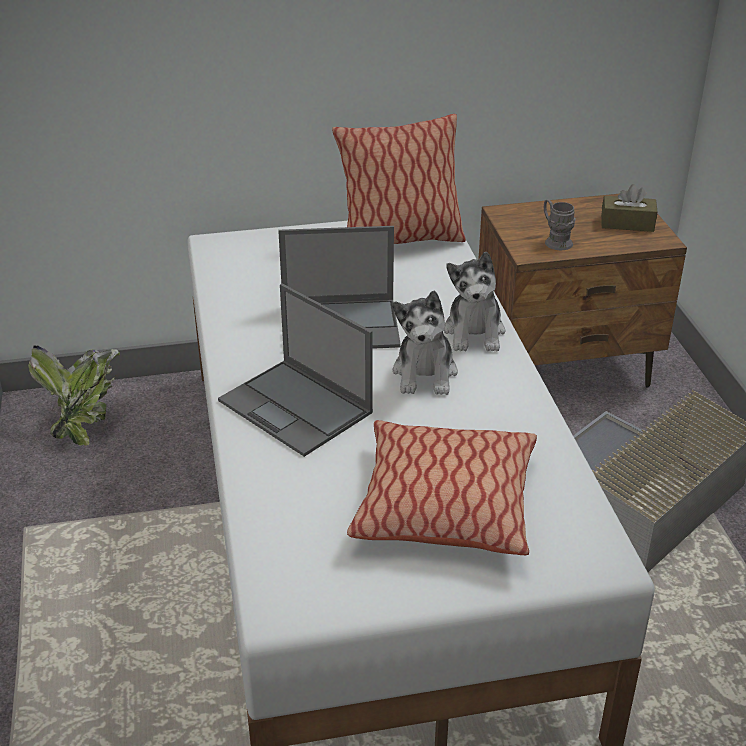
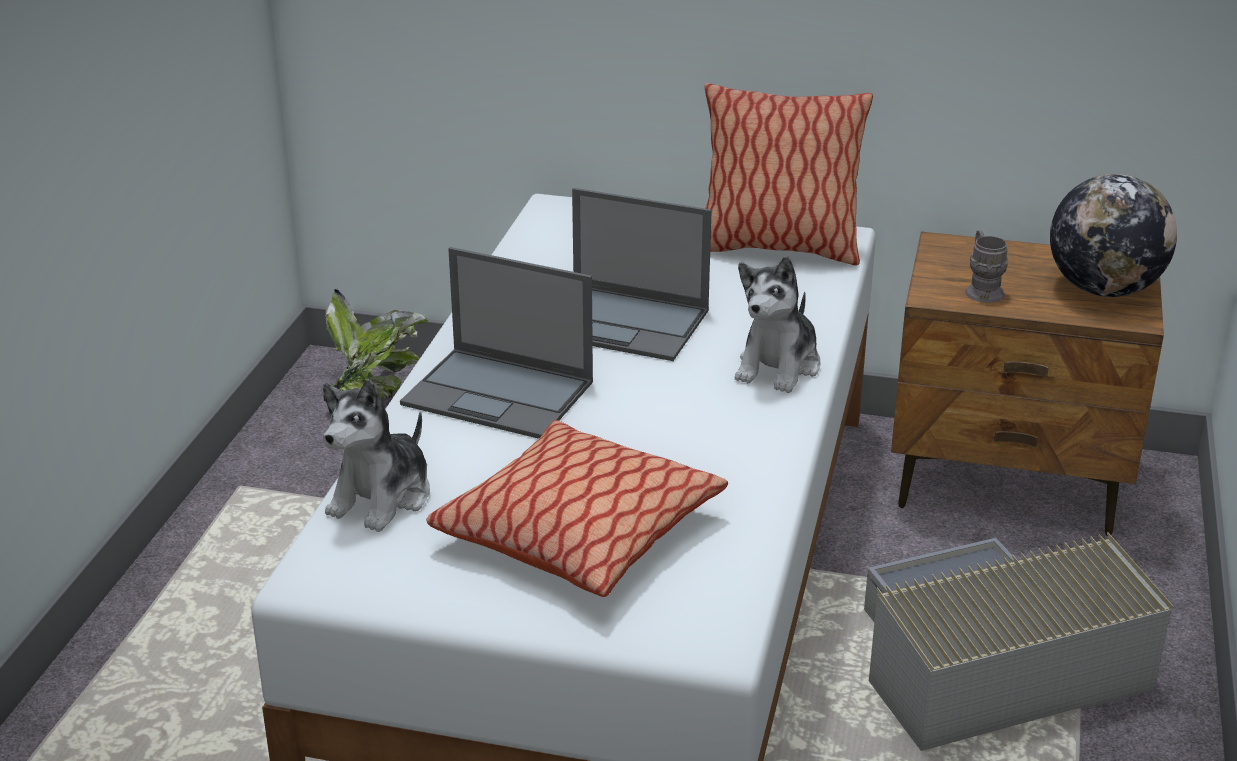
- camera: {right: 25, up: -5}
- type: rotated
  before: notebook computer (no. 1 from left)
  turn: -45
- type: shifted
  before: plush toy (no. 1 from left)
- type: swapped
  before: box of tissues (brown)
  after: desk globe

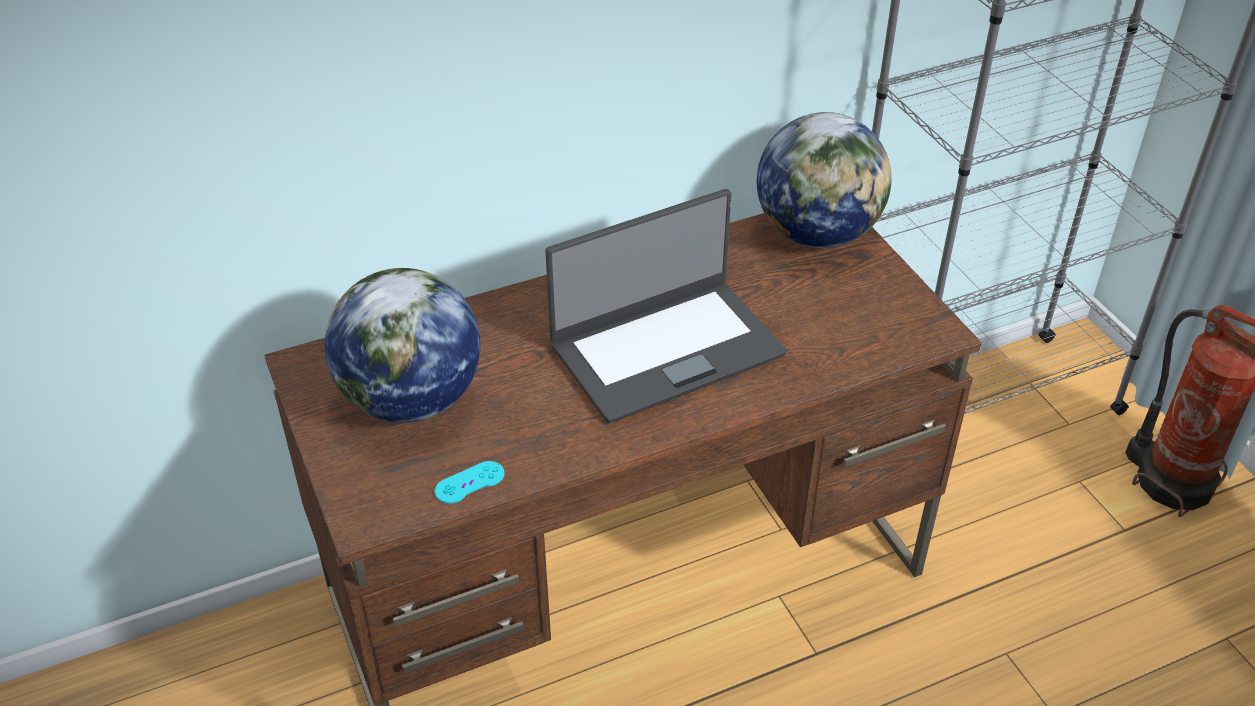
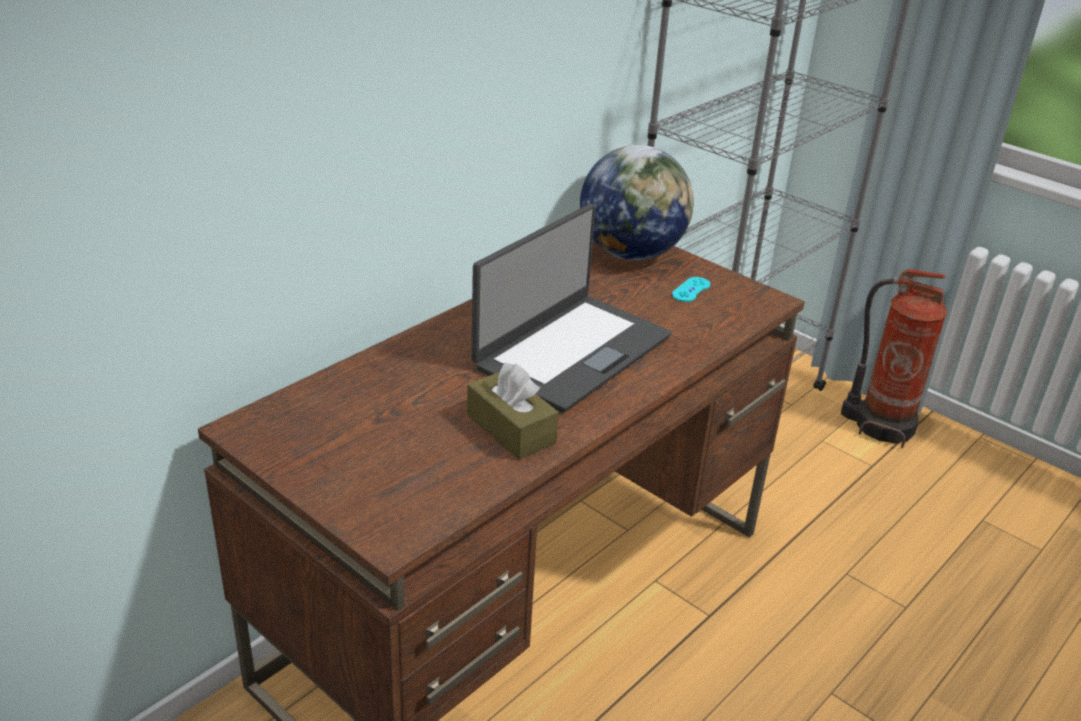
- camera: {right: -25, up: -10}
- type: gone
  before: desk globe (no. 1 from left)
- type: shifted
  before: game controller (blue-green)
- type: new
  after: box of tissues (brown)

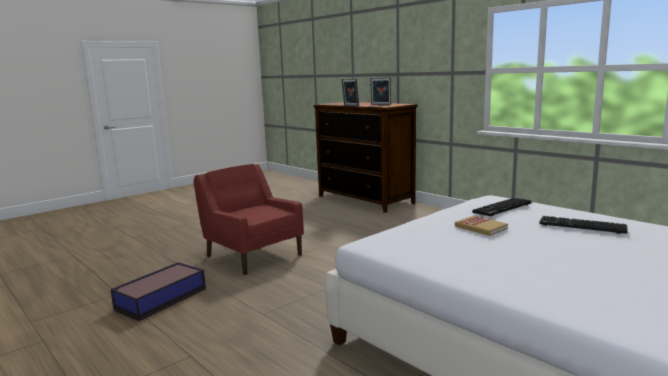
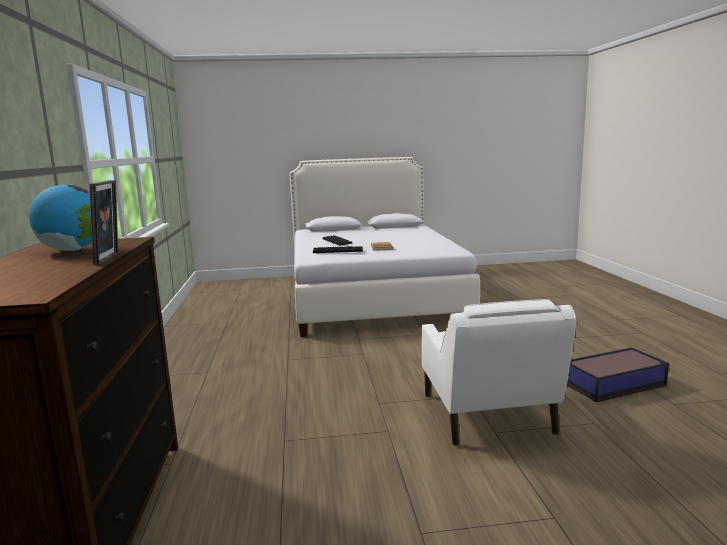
- camera: {right: -145, up: 0}
- type: repainted
  before: lounge chair (reddish)
  after: lounge chair (white-coloured)
- type: swapped
  before: standing frame (no. 2 from left)
  after: desk globe

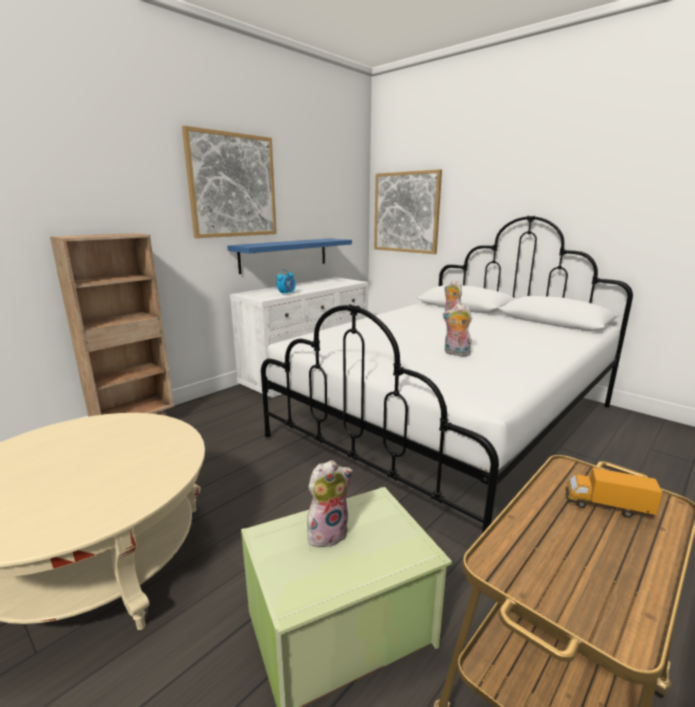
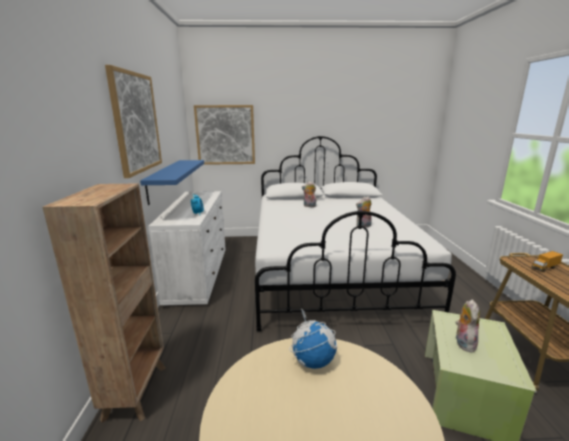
- camera: {right: -45, up: 0}
- type: new
  after: desk globe

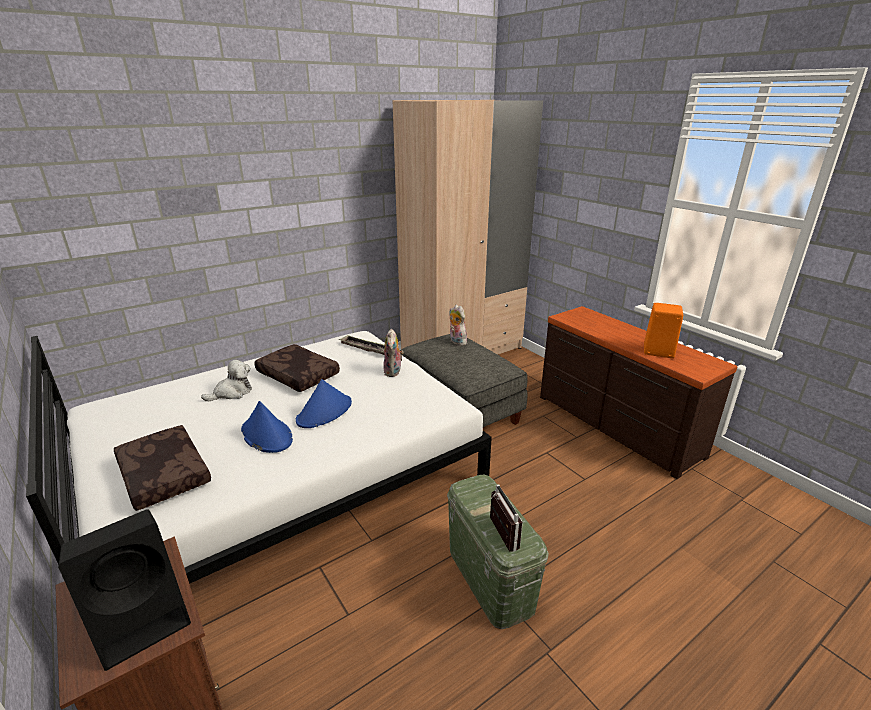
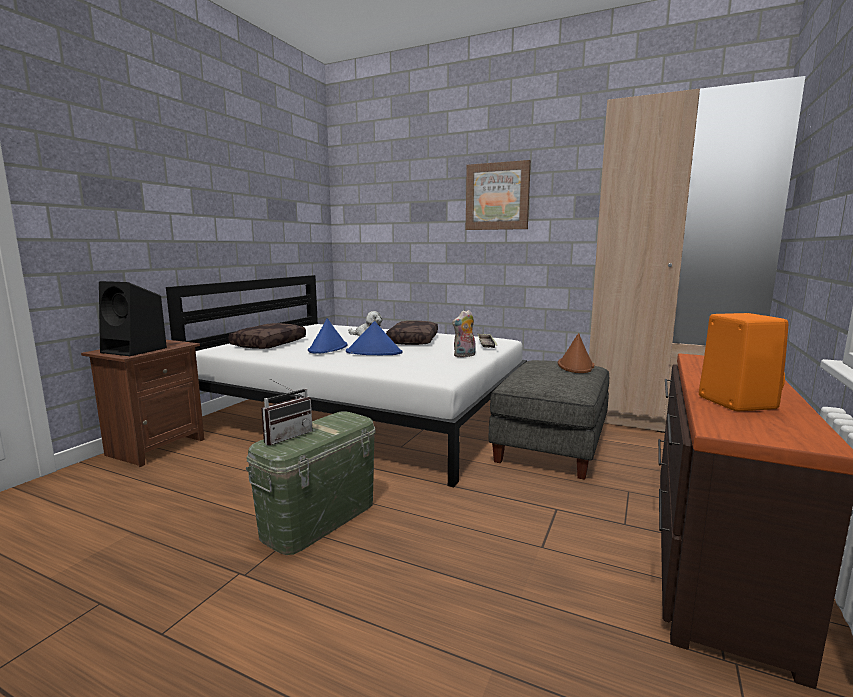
- camera: {right: 60, up: -15}
- type: swapped
  before: plush toy (no. 3 from left)
  after: hat (brown)
- type: new
  after: picture

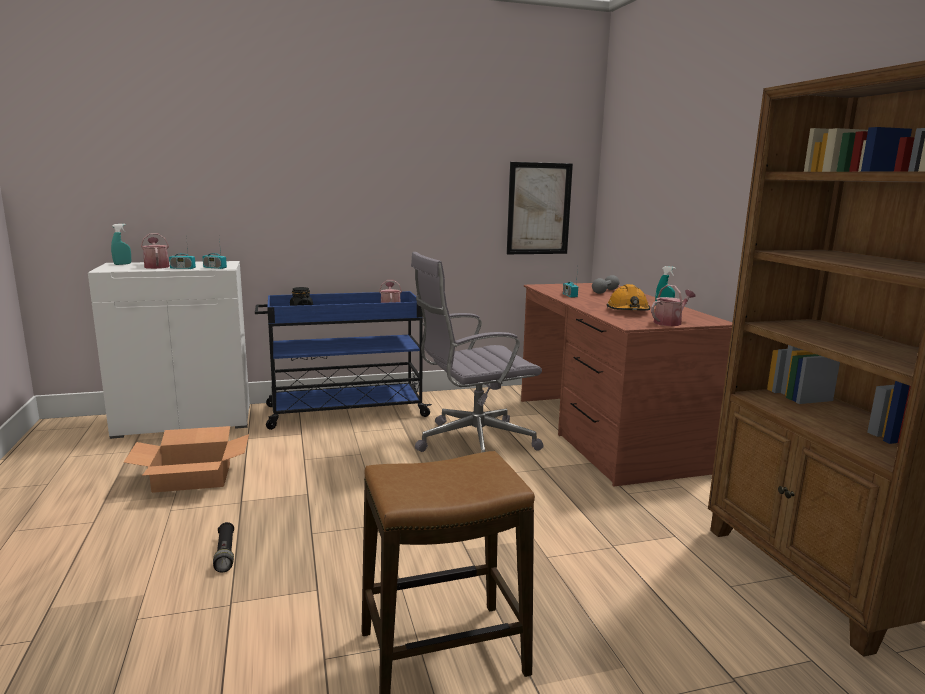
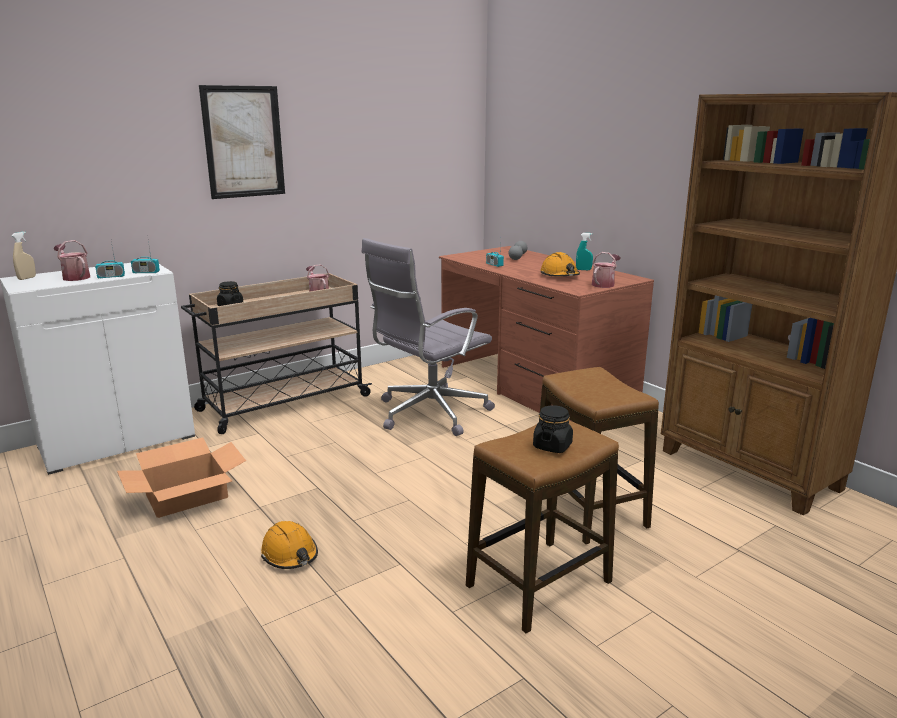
- camera: {right: -20, up: 5}
- type: repainted
  before: sprayer (blue-green) (no. 1 from left)
  after: sprayer (beige-coloured)
- type: swapped
  before: torch (blackish)
  after: hard hat (orange) (no. 1 from left)
- type: repainted
  before: trolley (blue-coloured)
  after: trolley (beige-coloured)
- type: shifted
  before: picture
- type: new
  after: preserve jar (blackish) (no. 2 from left)
- type: new
  after: sitting stool (no. 2 from left)

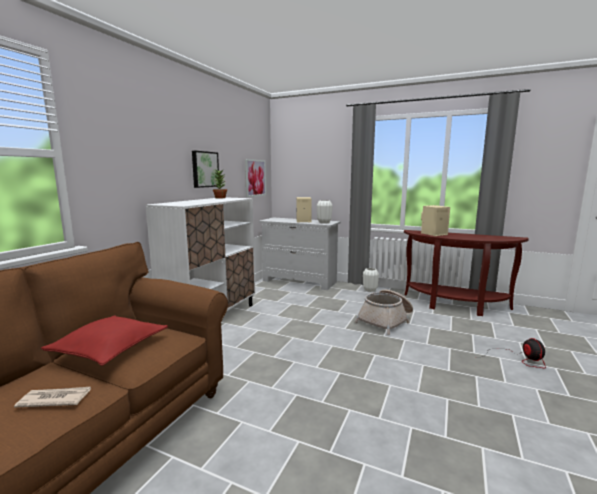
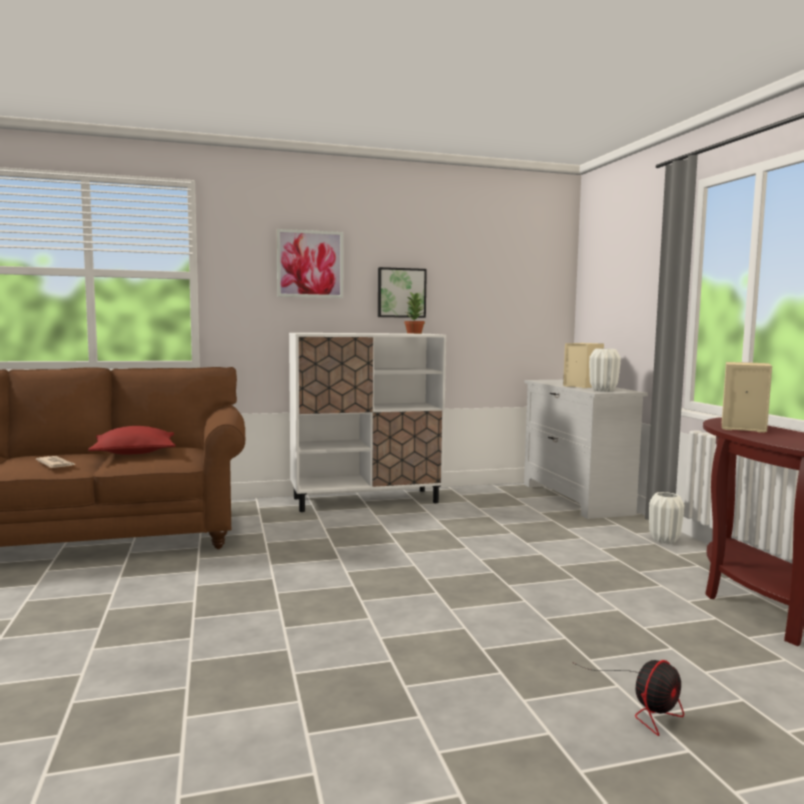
- camera: {right: 50, up: -5}
- type: shifted
  before: picture (no. 2 from left in the first image)
  after: picture (no. 1 from left)
- type: gone
  before: basket

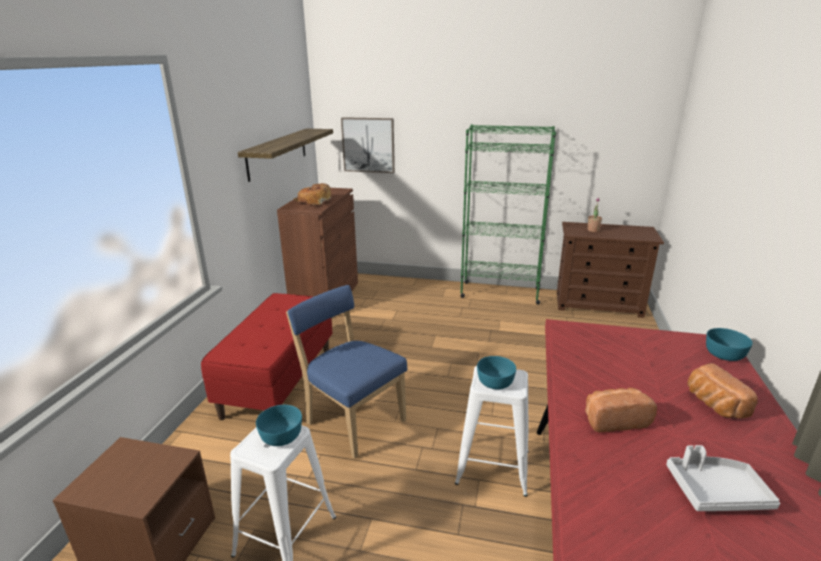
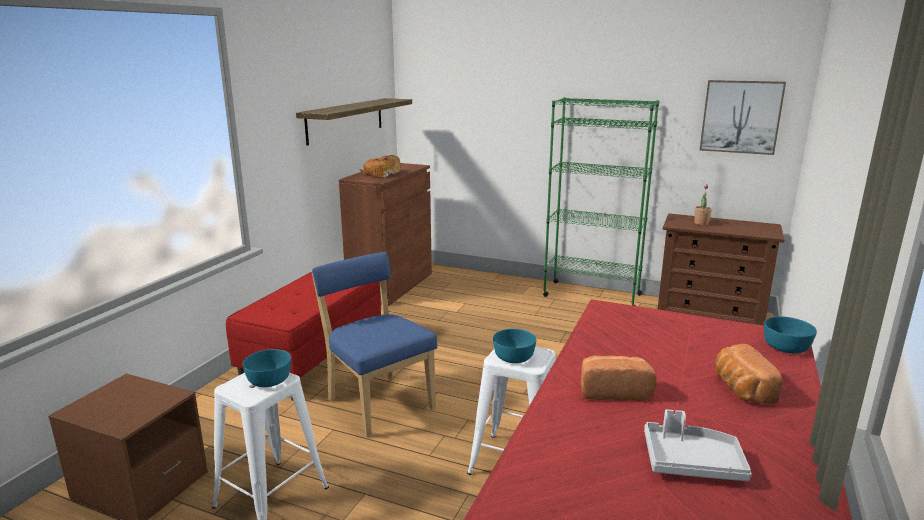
- camera: {right: 10, up: -5}
- type: shifted
  before: picture

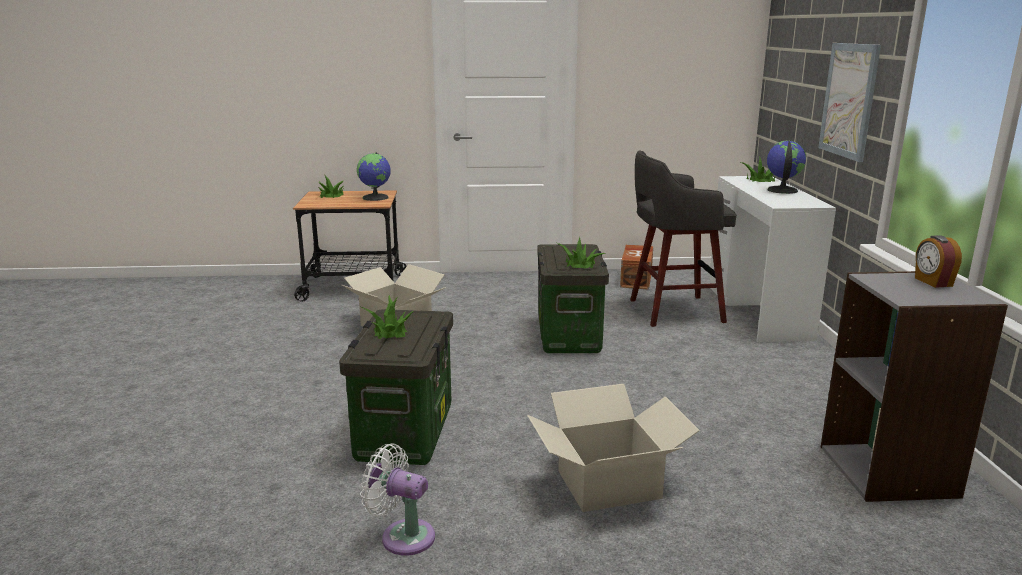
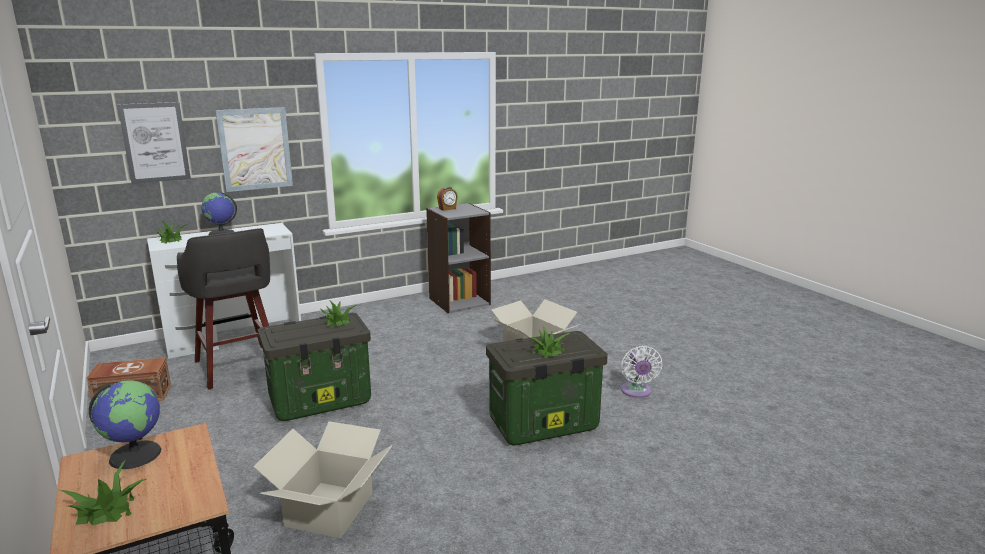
- camera: {right: -115, up: 0}
- type: new
  after: picture (no. 1 from left)

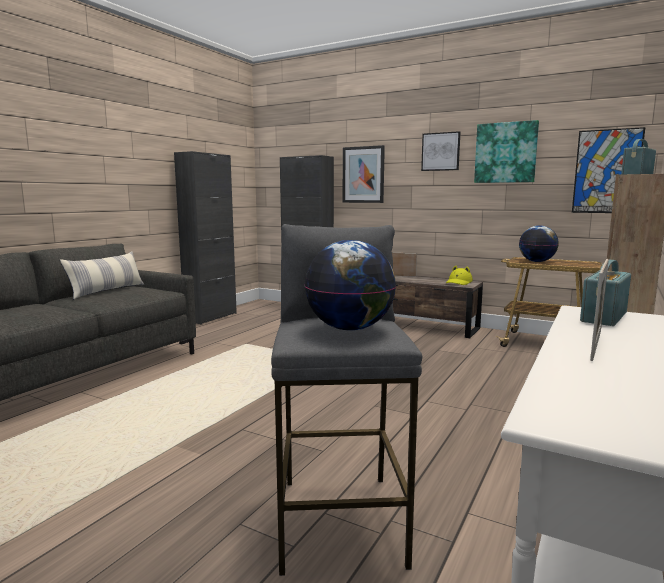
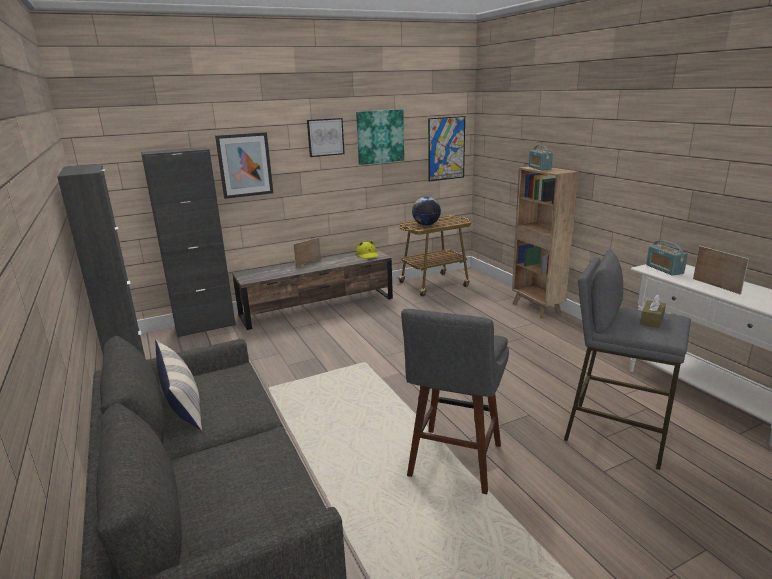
- camera: {right: -55, up: 10}
- type: swapped
  before: desk globe (no. 1 from left)
  after: box of tissues (brown)
- type: new
  after: sitting stool (greyish) (no. 1 from left)

